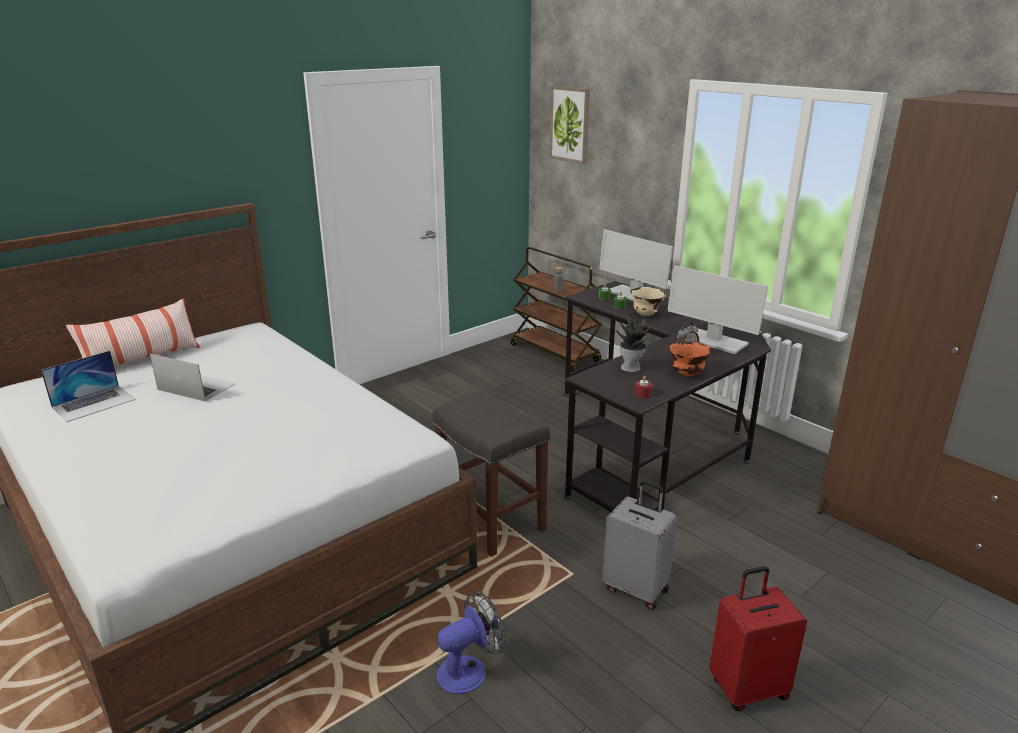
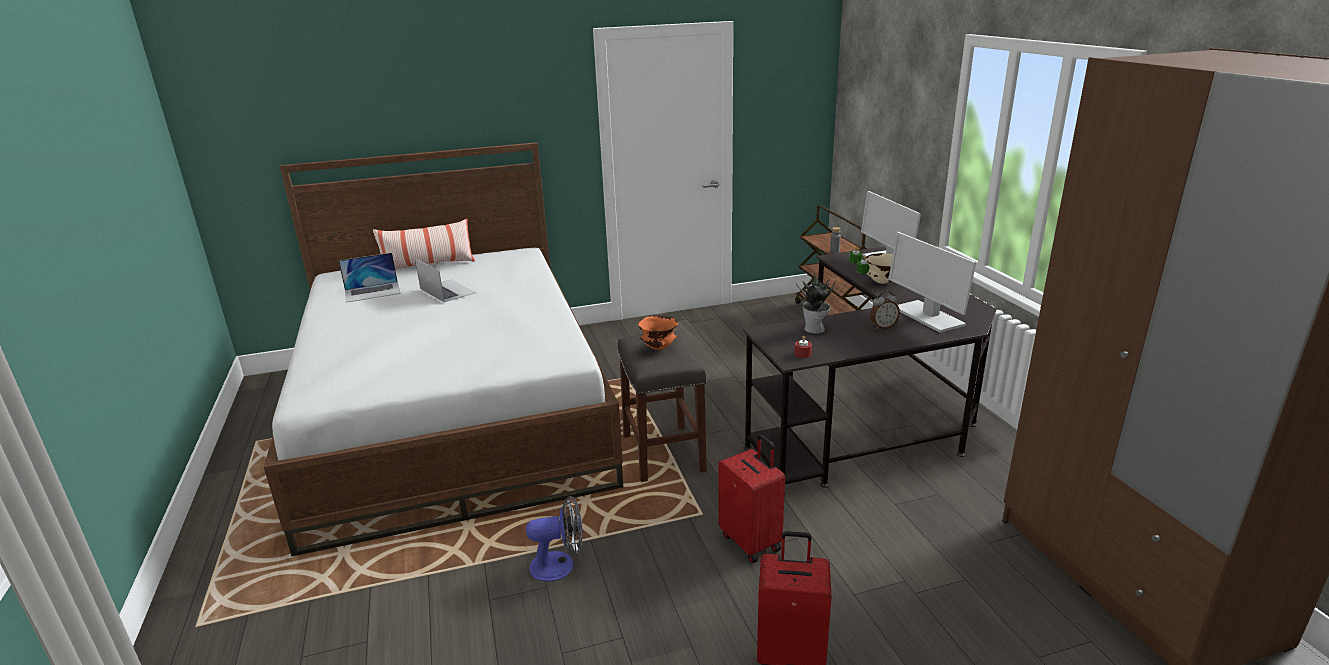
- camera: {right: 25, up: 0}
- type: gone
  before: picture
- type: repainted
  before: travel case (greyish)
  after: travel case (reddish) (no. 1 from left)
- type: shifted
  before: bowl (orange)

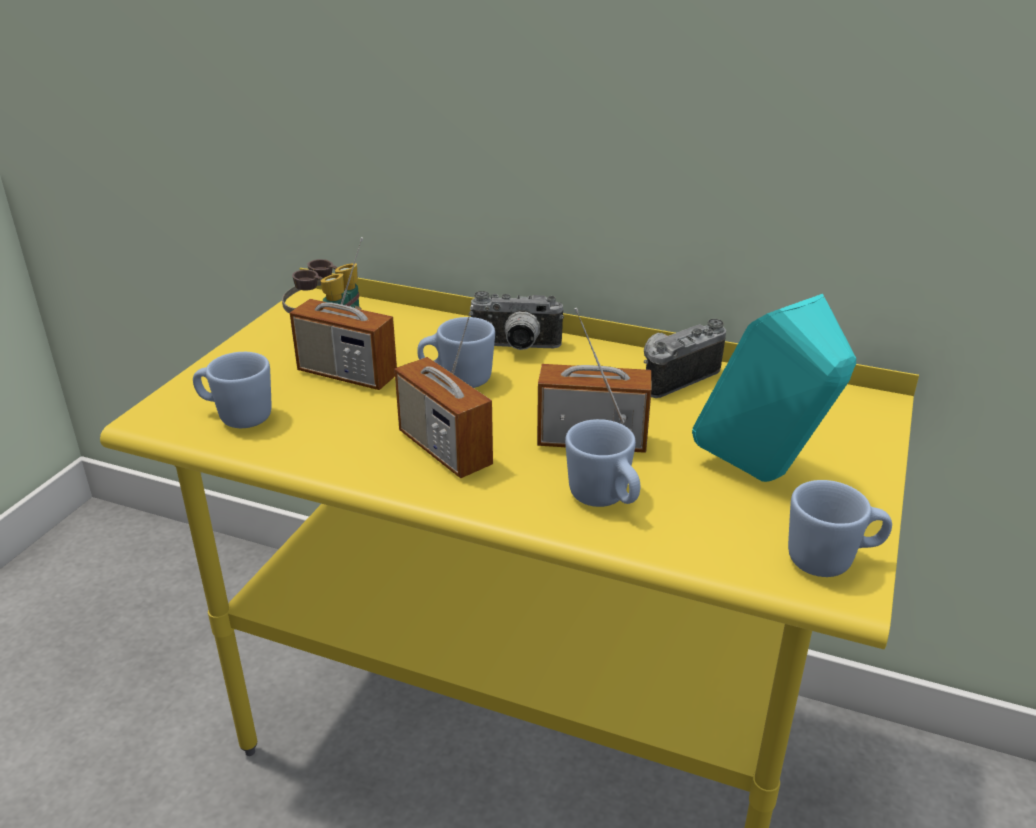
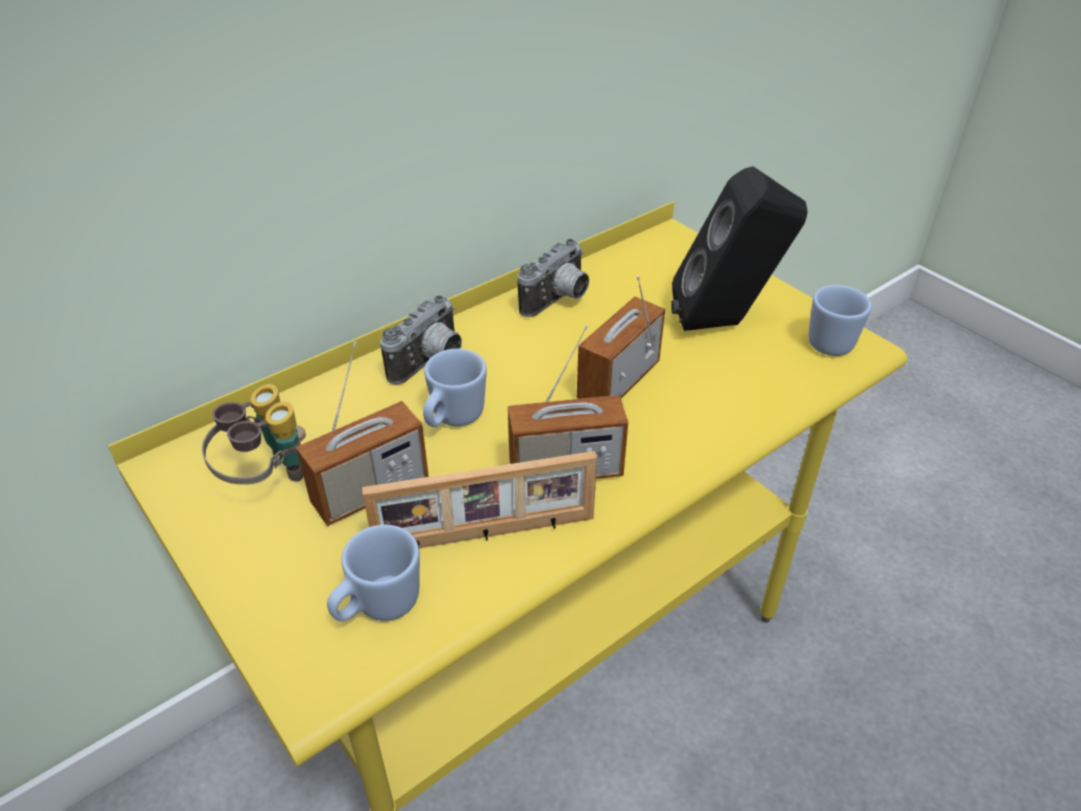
- camera: {right: -60, up: 10}
- type: gone
  before: mug (blue-coloured) (no. 3 from left)
- type: rotated
  before: still camera (no. 2 from left)
  turn: -135
- type: repainted
  before: speaker (blue-green)
  after: speaker (blackish)
- type: new
  after: standing frame

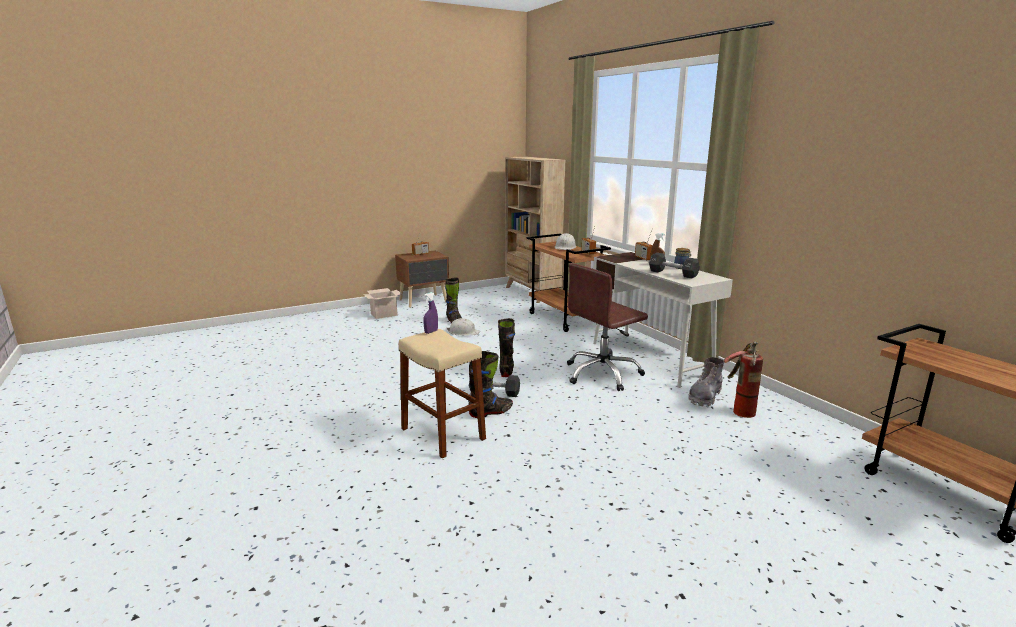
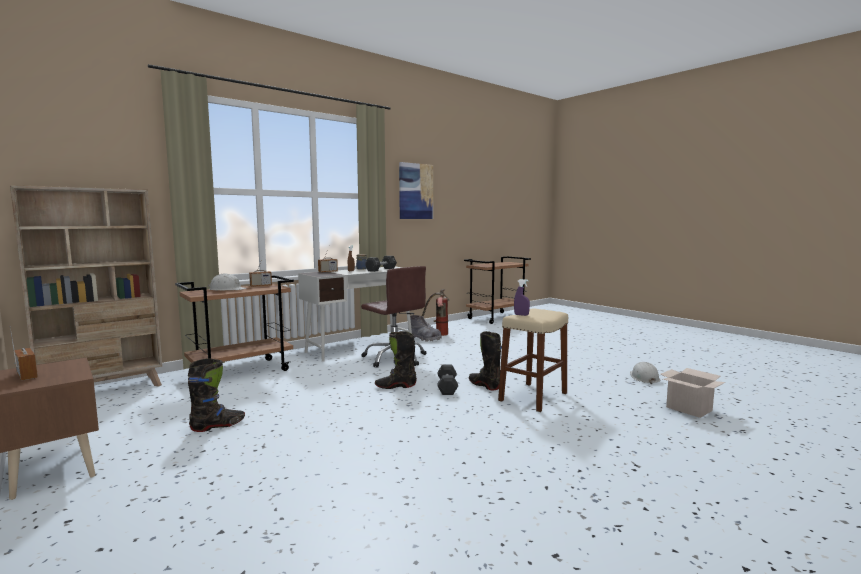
- camera: {right: -100, up: -10}
- type: shifted
  before: cardboard box
- type: shifted
  before: hard hat (white-coloured) (no. 1 from left in the first image)
  after: hard hat (white-coloured) (no. 2 from left)
- type: new
  after: picture

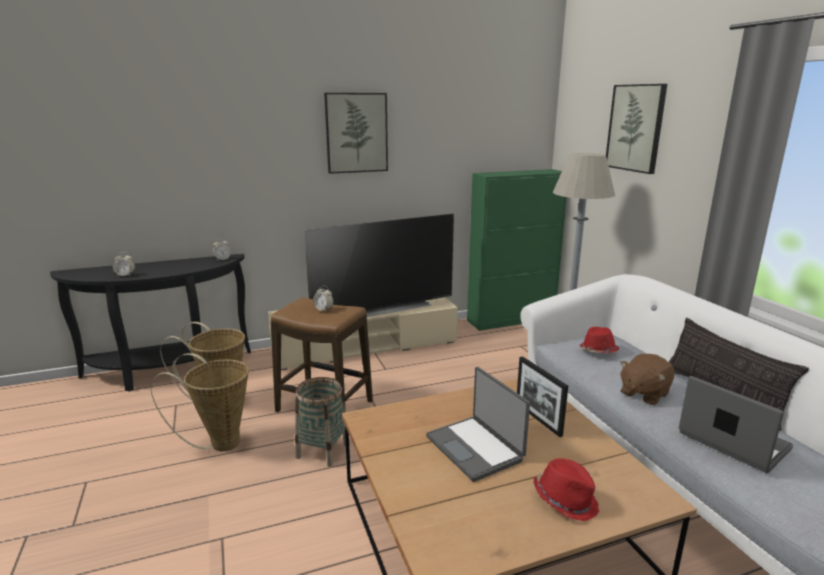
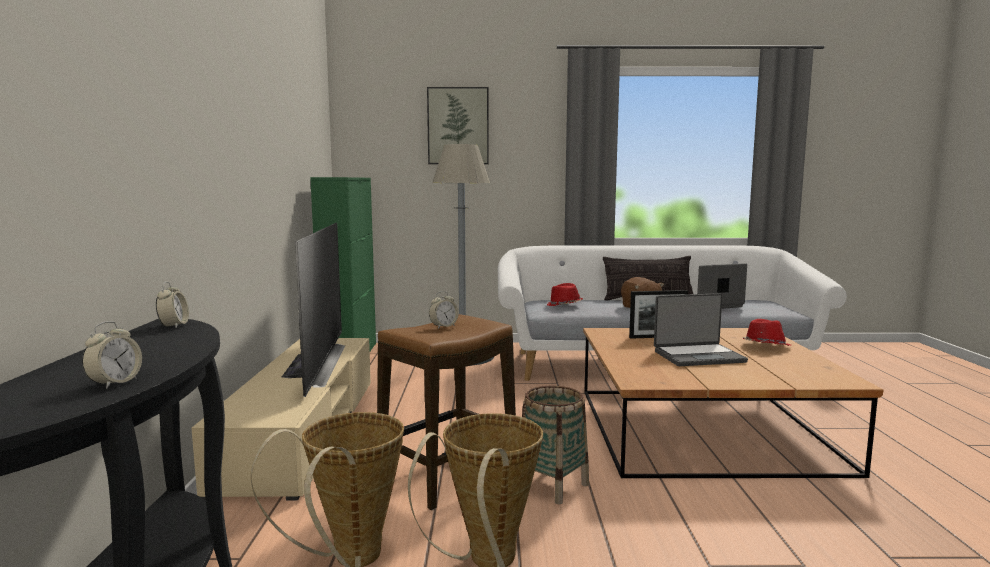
- camera: {right: -70, up: -10}
- type: gone
  before: picture (no. 1 from left)

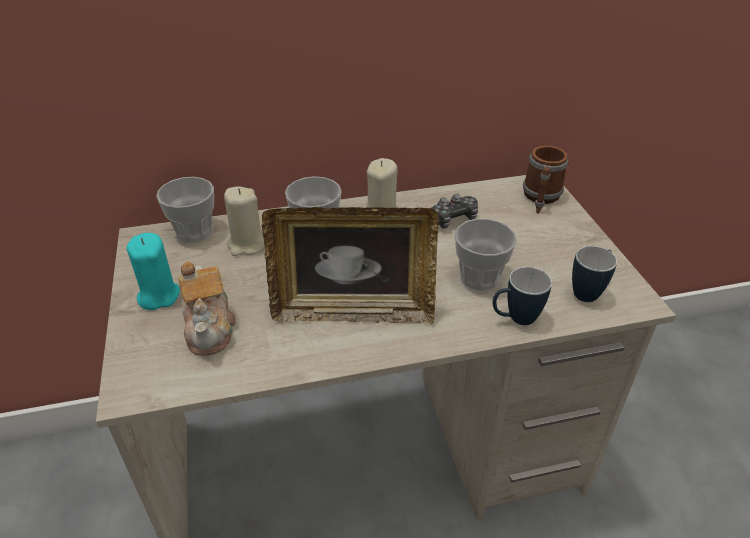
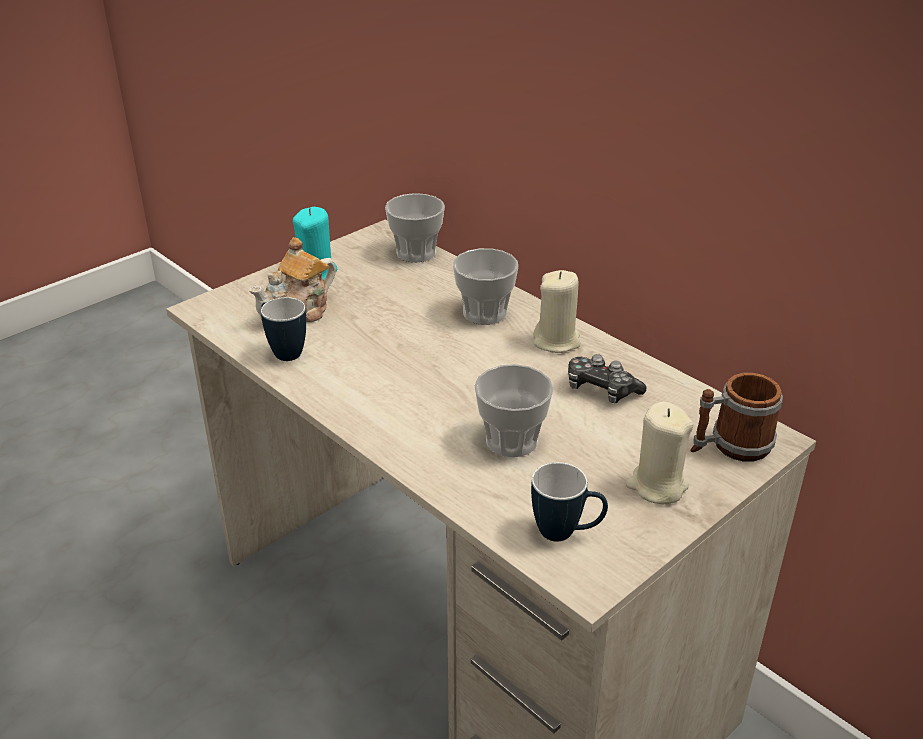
- camera: {right: 60, up: -5}
- type: shifted
  before: wax candle (beige-coloured) (no. 1 from left in the first image)
  after: wax candle (beige-coloured) (no. 2 from left)
- type: gone
  before: standing frame
- type: shifted
  before: mug (no. 1 from left)

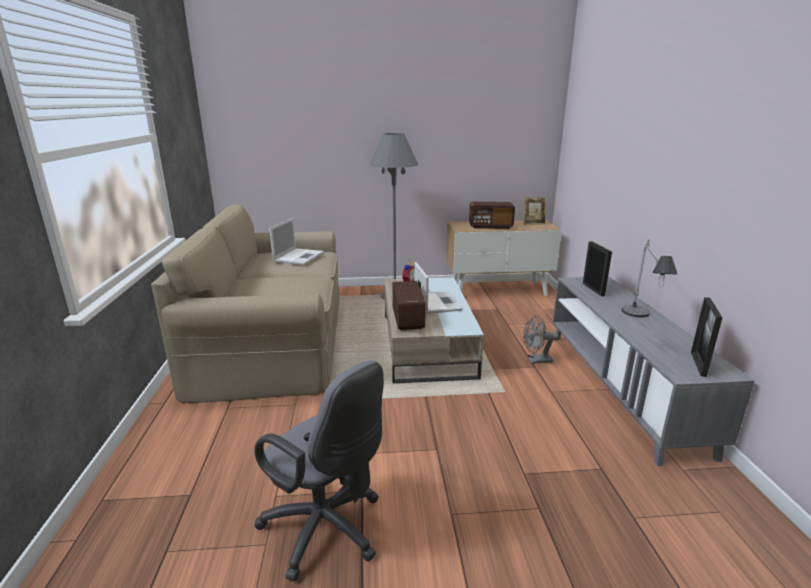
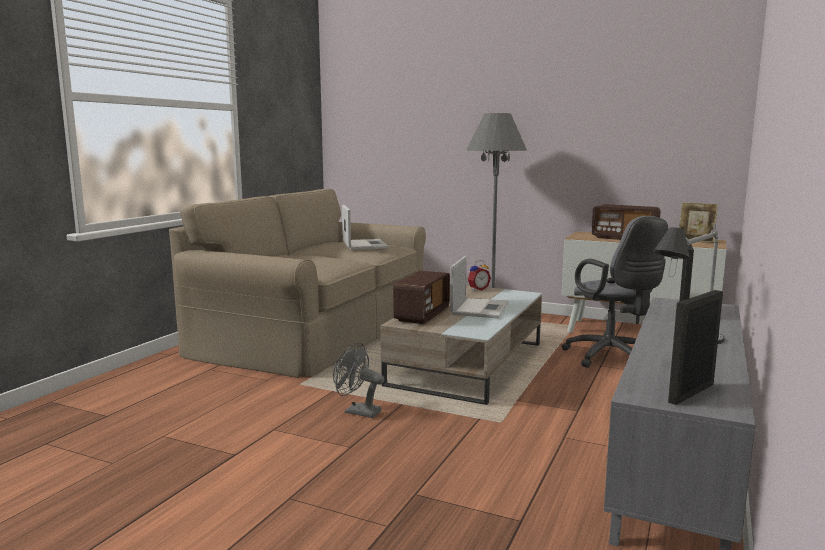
- camera: {right: 30, up: -10}
- type: shifted
  before: computer chair (greyish)
- type: rotated
  before: notebook computer (no. 1 from left)
  turn: -60
- type: shifted
  before: fan (greyish)

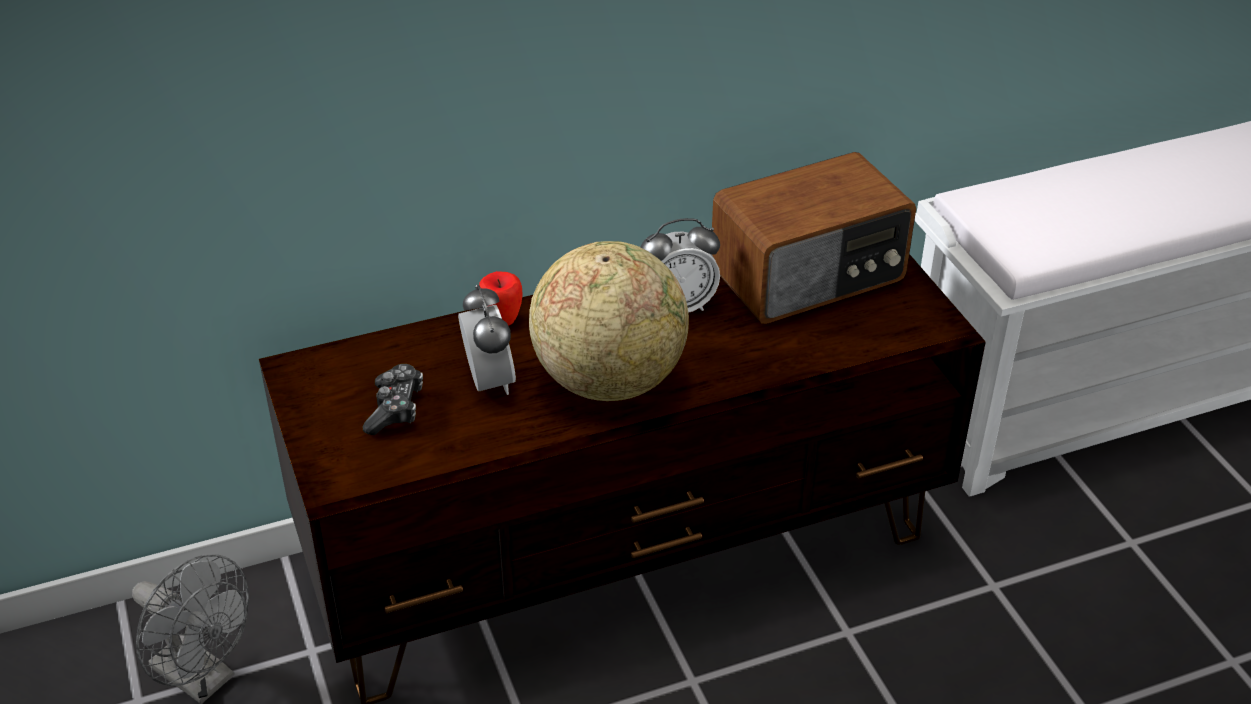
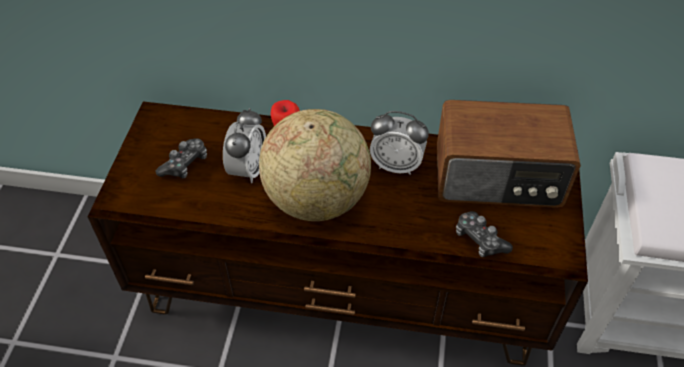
- camera: {right: 30, up: 10}
- type: gone
  before: fan (greyish)
- type: new
  after: game controller (no. 2 from left)

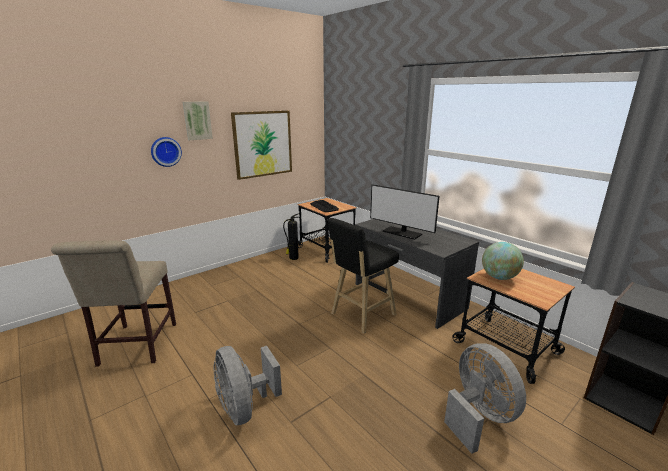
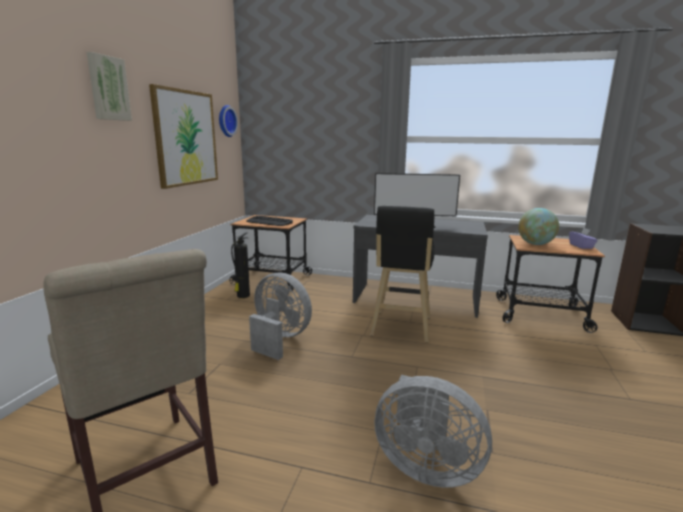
- camera: {right: -35, up: -5}
- type: shifted
  before: clock on the wall
- type: shifted
  before: fan (greyish) (no. 2 from left in the first image)
  after: fan (greyish) (no. 1 from left)
- type: new
  after: box of tissues (purple-coloured)

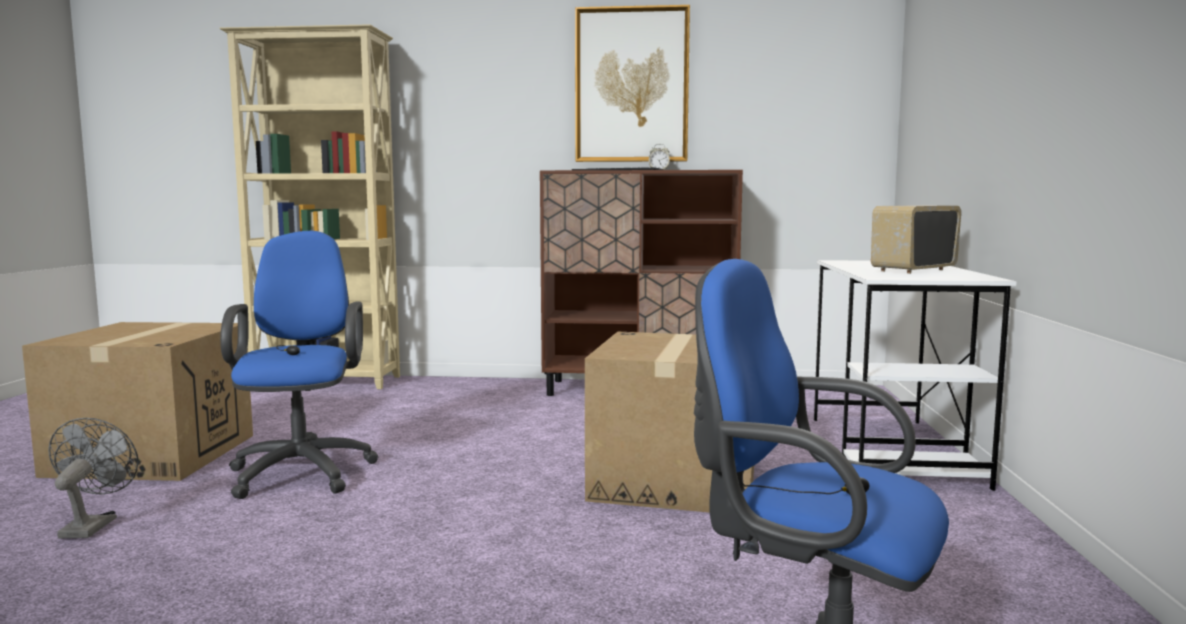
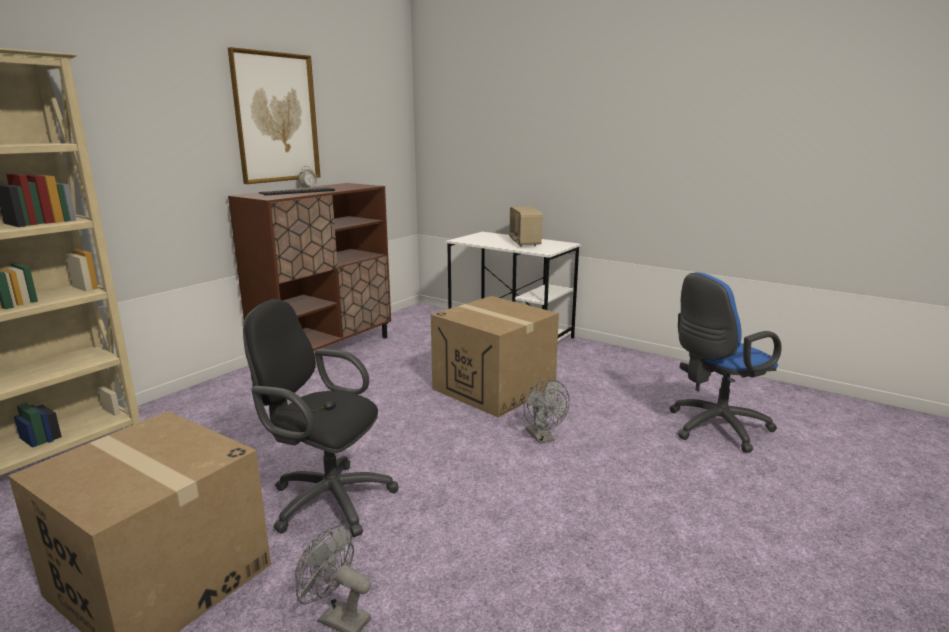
- camera: {right: -60, up: 10}
- type: repainted
  before: computer chair (blue-coloured) (no. 1 from left)
  after: computer chair (blackish)
- type: new
  after: fan (greyish) (no. 2 from left)

